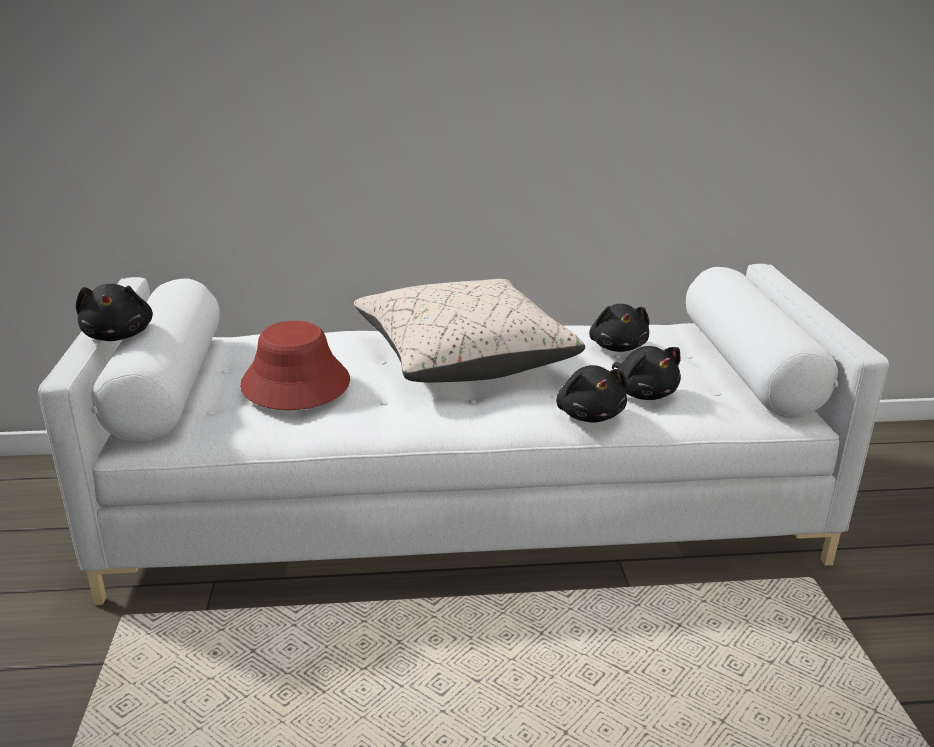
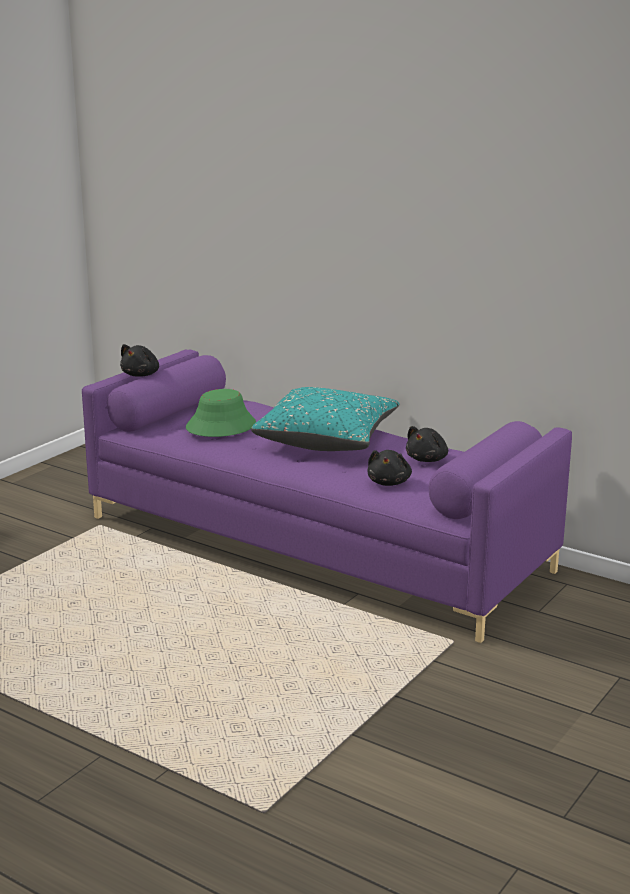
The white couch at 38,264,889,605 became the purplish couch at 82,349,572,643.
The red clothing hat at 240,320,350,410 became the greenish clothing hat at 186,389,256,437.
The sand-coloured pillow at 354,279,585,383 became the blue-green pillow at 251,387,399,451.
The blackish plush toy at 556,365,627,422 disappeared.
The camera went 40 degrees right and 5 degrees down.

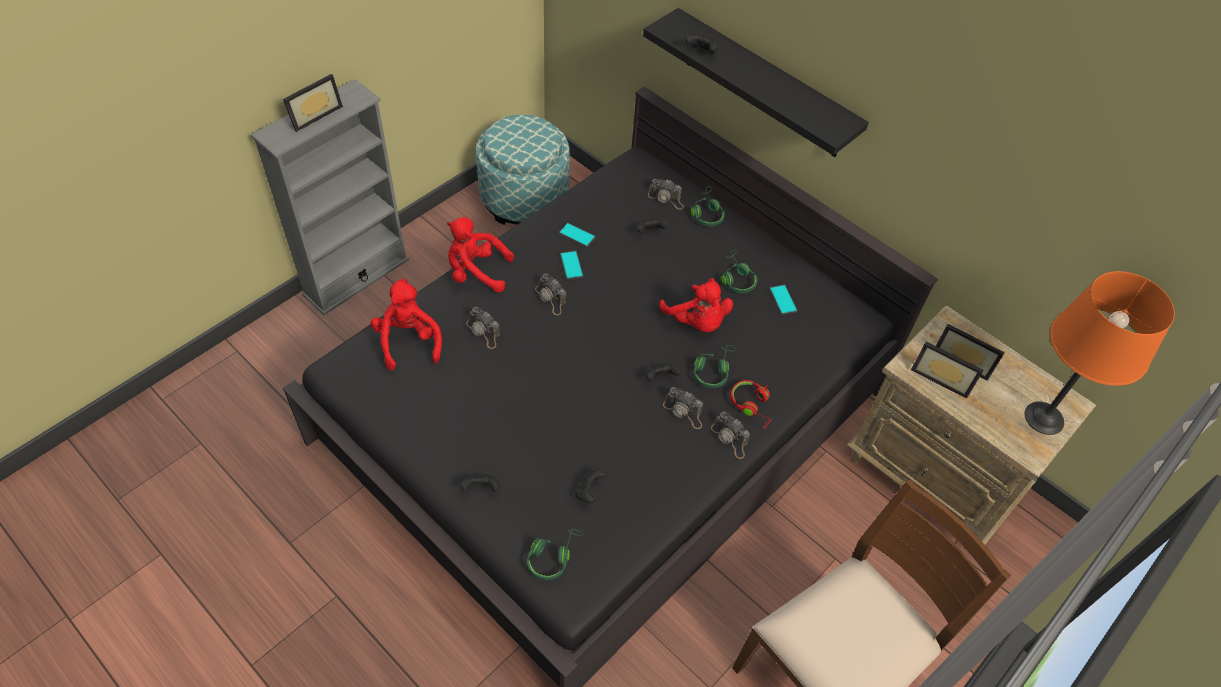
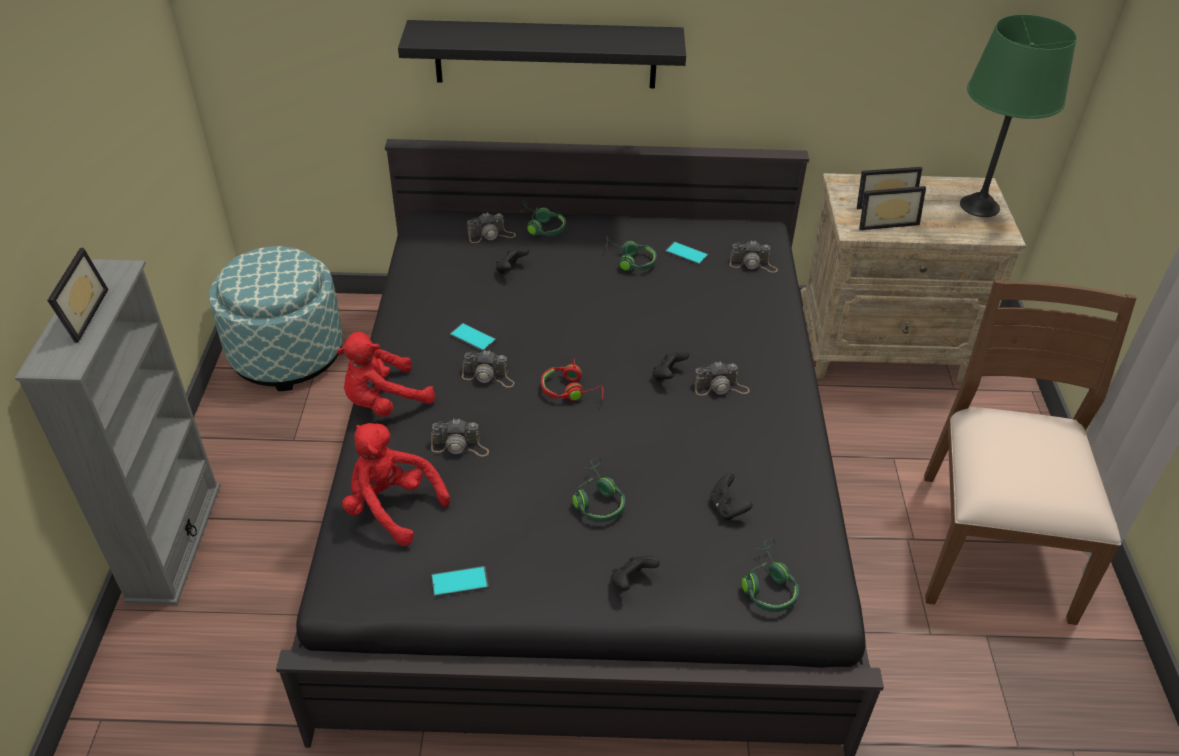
The handset moved from 559,223,596,247 to 431,566,489,597.
The red plush toy at 659,278,733,332 disappeared.
The blackish gamepad at 685,35,718,54 disappeared.
The greenish pair of headphones moved from 694,345,736,388 to 572,457,625,522.
The still camera moved from 711,411,750,459 to 730,241,778,273.
The red pair of headphones moved from 730,380,772,429 to 541,359,604,401.
The orange-coloured lamp for a table at 1025,271,1175,435 became the greenish lamp for a table at 960,14,1077,217.
The camera went 40 degrees left and 10 degrees down.

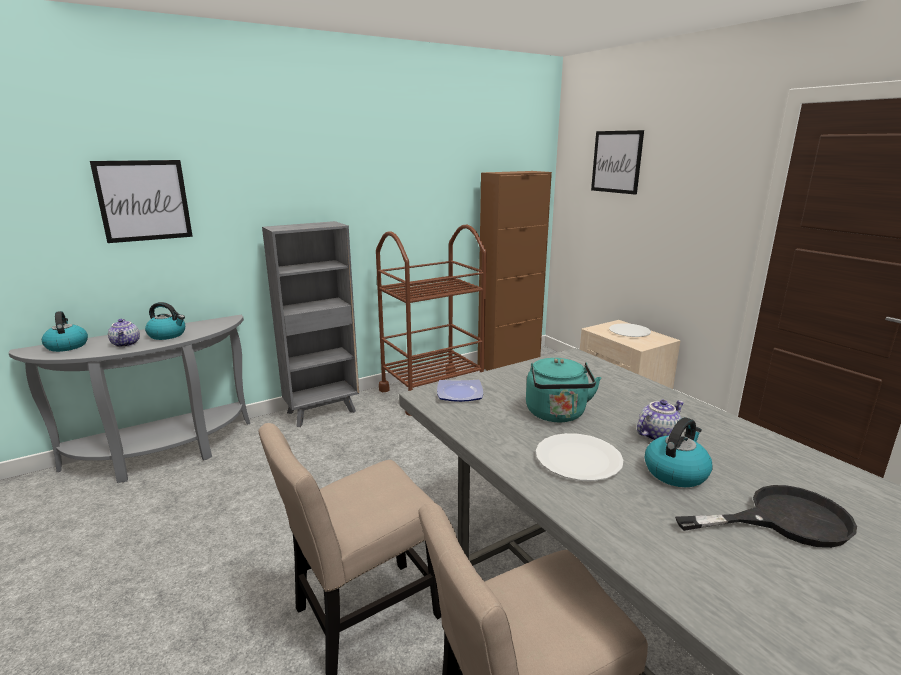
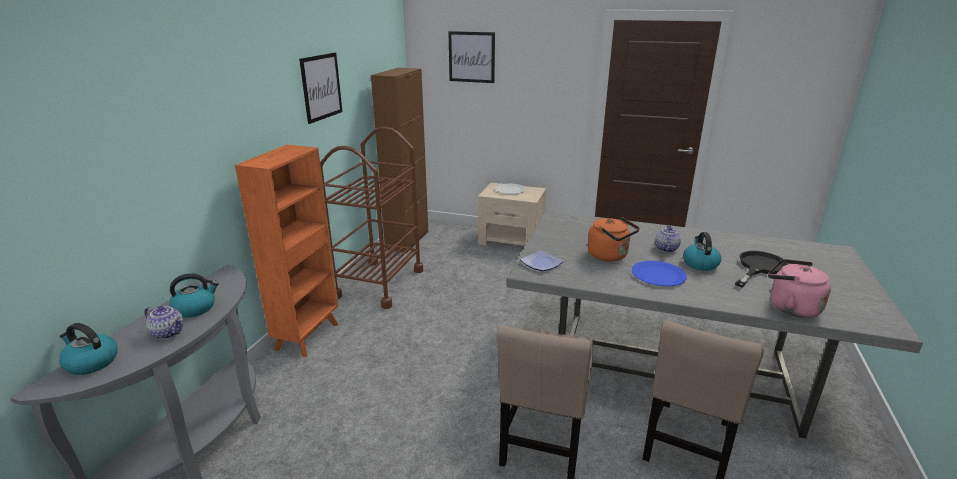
The wall art moved from 90,160,193,243 to 299,53,342,124.
The greyish bookshelf at 262,221,359,427 became the orange-coloured bookshelf at 235,145,339,357.
The blue-green kettle at 526,358,601,422 became the orange-coloured kettle at 587,217,640,261.
The white flat dish at 536,433,623,481 became the blue flat dish at 632,261,687,286.
The pink-coloured kettle at 768,259,831,318 appeared.
The camera went 40 degrees left and 5 degrees up.

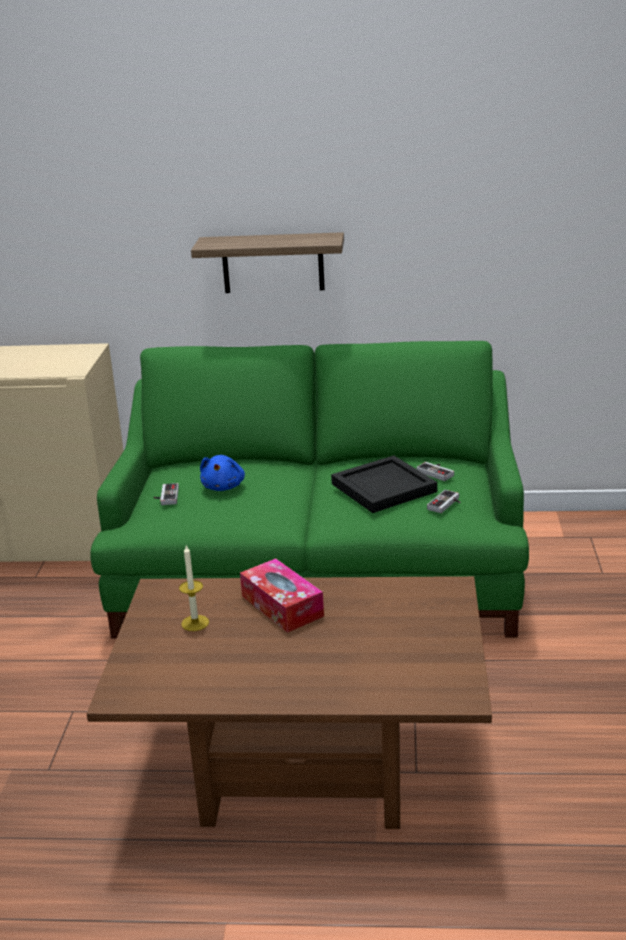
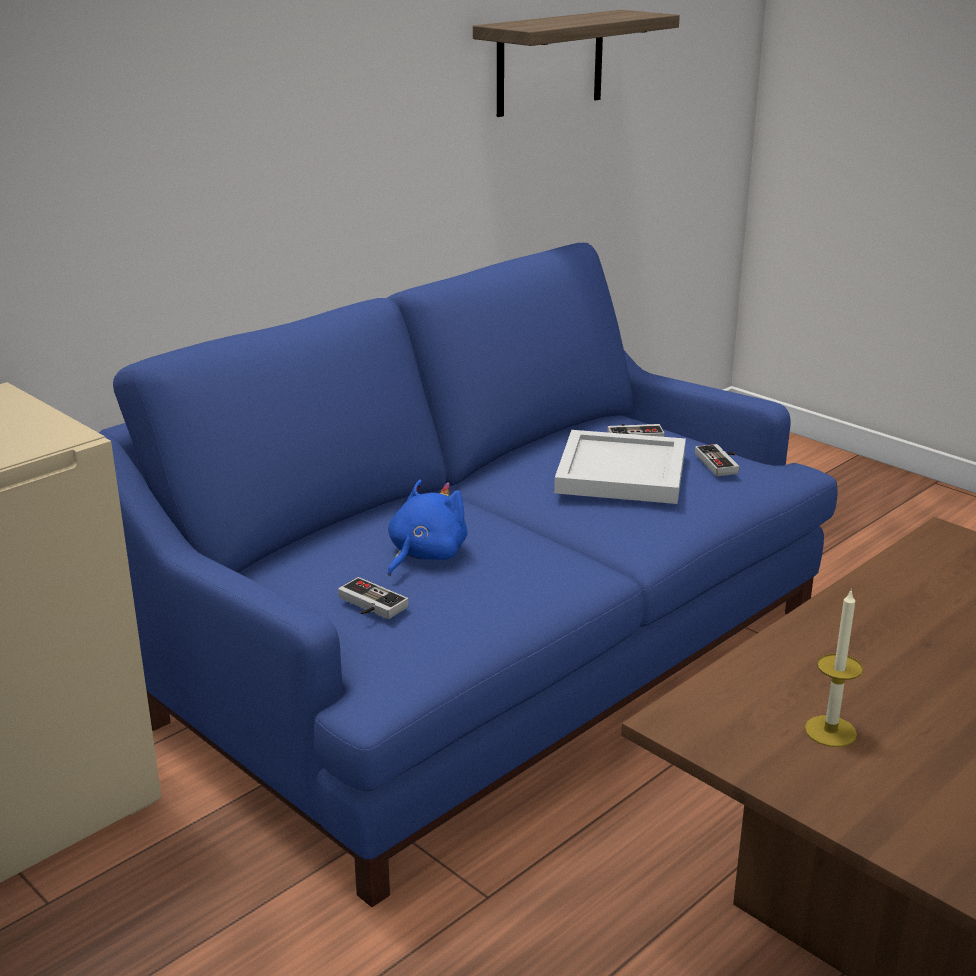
The greenish couch at 90,341,529,639 became the blue couch at 98,243,838,907.
The wall shelf moved from 191,232,344,293 to 473,10,680,117.
The blue plush toy at 200,455,245,491 turned 105 degrees counterclockwise.
The tissue box at 240,559,324,633 disappeared.
The blackish carrying tray at 331,456,437,513 became the white carrying tray at 554,430,686,504.
The camera went 50 degrees left and 0 degrees up.

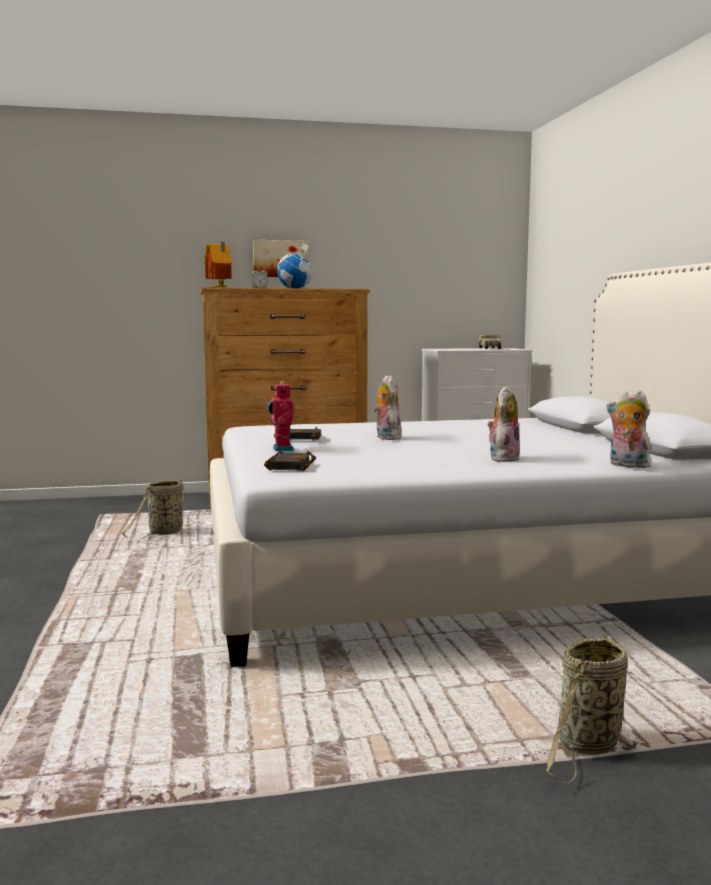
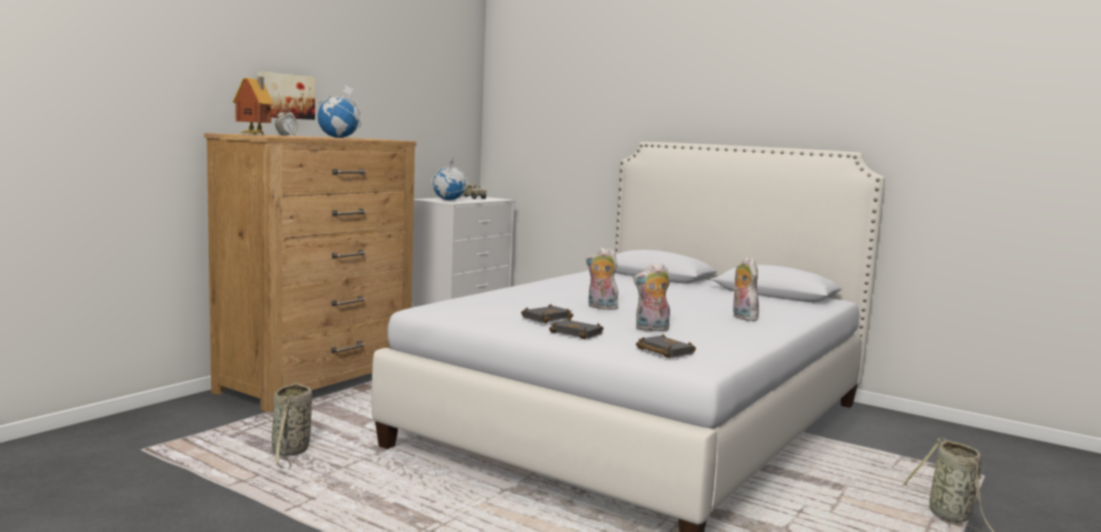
The toy robot at 267,381,294,451 was replaced by the blackish bound book at 549,318,603,339.
The plush toy moved from 606,390,655,468 to 633,263,670,331.
The globe at 431,159,468,200 appeared.
The camera went 45 degrees left and 0 degrees up.

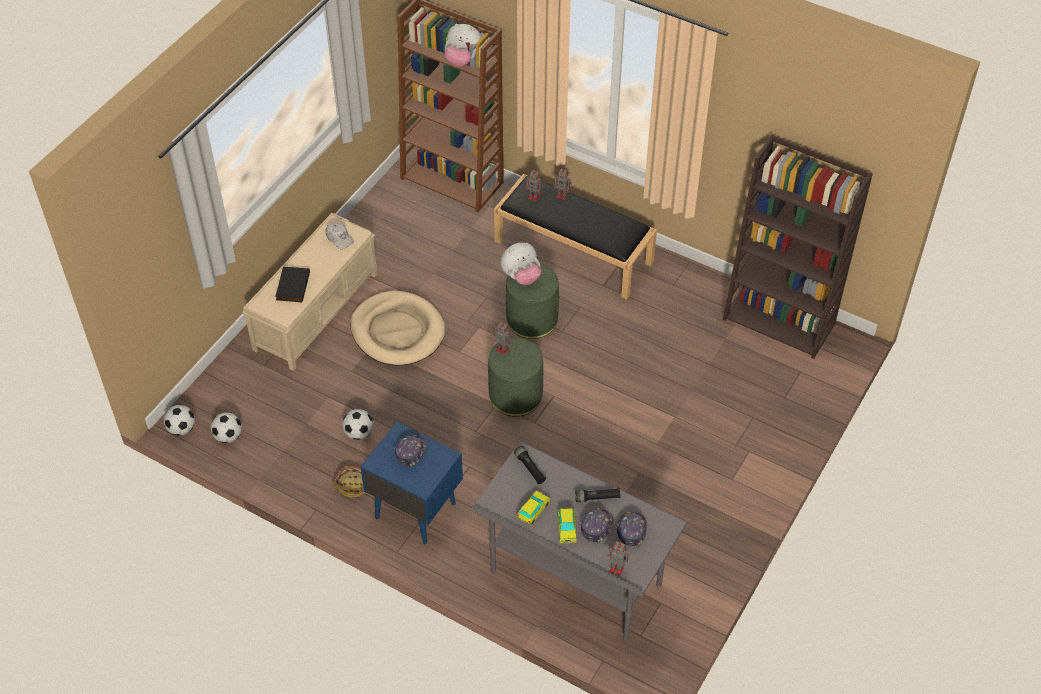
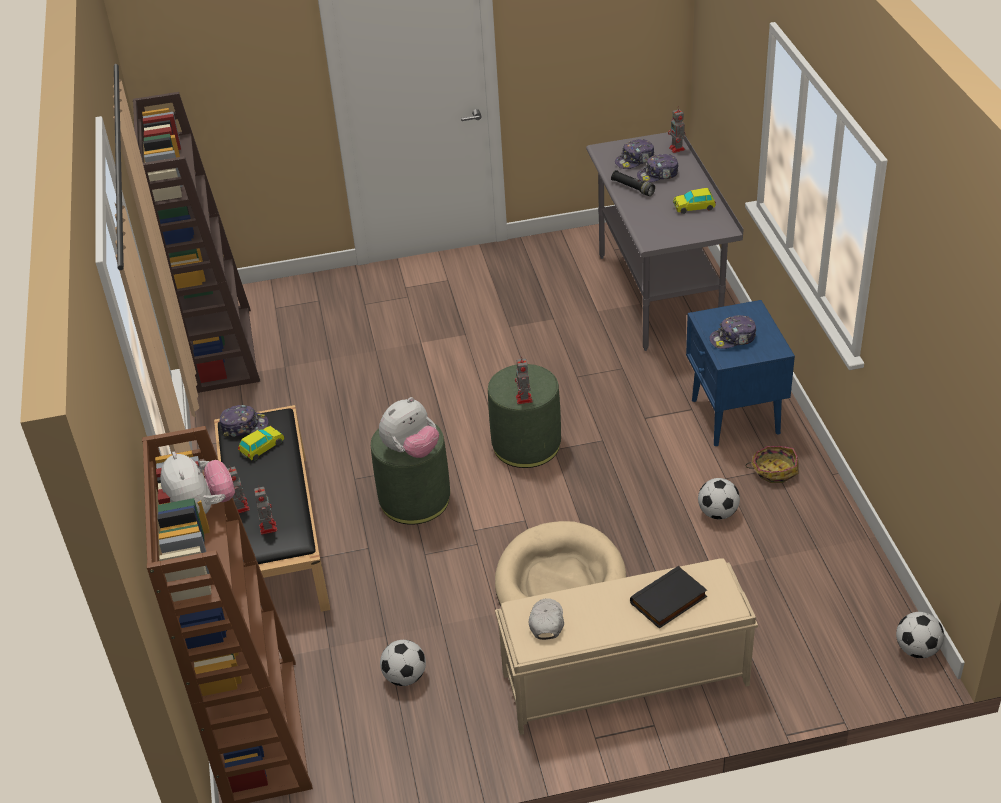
The football ball moved from 211,412,242,443 to 380,640,426,686.
The plush toy at 501,243,541,285 turned 120 degrees clockwise.
The blackish flashlight at 514,446,546,484 disappeared.
The toy car moved from 558,508,577,543 to 238,426,284,461.
The baseball cap at 219,405,268,437 appeared.
The camera went 130 degrees left and 10 degrees down.

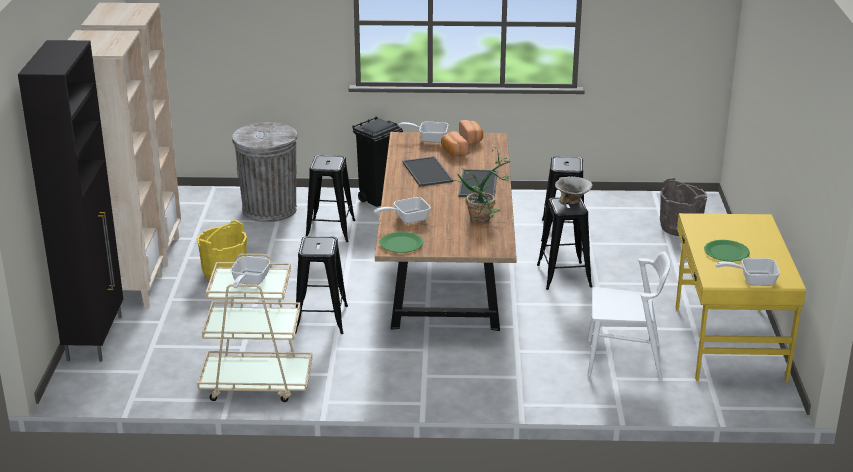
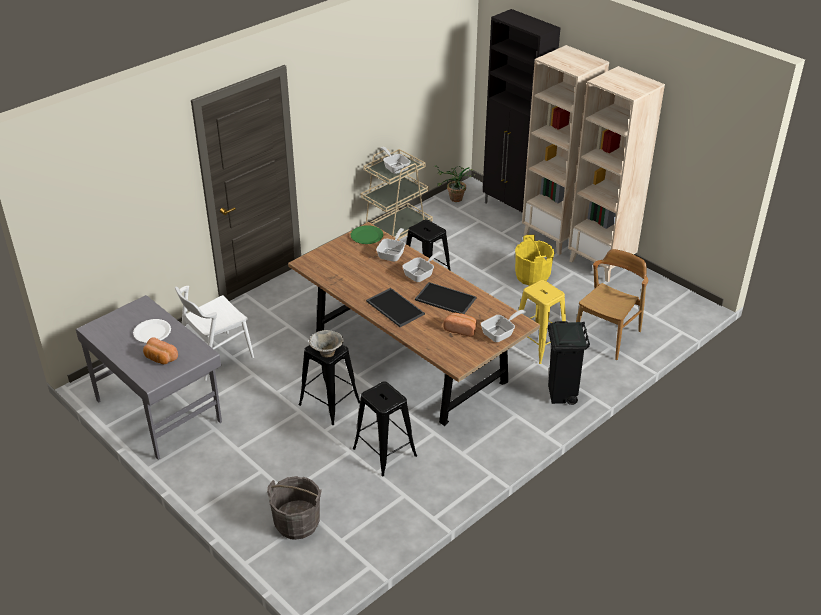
The greyish trash can at 232,122,298,222 was replaced by the brown upright chair at 576,249,648,360.
The blackish stool seat at 306,155,355,242 became the yellowish stool seat at 518,280,566,364.
The houseplant moved from 453,147,510,224 to 434,166,475,202.
The bread moved from 459,120,483,145 to 143,337,178,364.
The yellowish desk unit at 676,213,806,382 became the greyish desk unit at 76,295,222,460.
The greenish flat dish at 704,240,750,262 became the white flat dish at 133,319,171,343.
The pan moved from 715,258,780,286 to 402,251,443,282.
The camera went 135 degrees right and 10 degrees up.

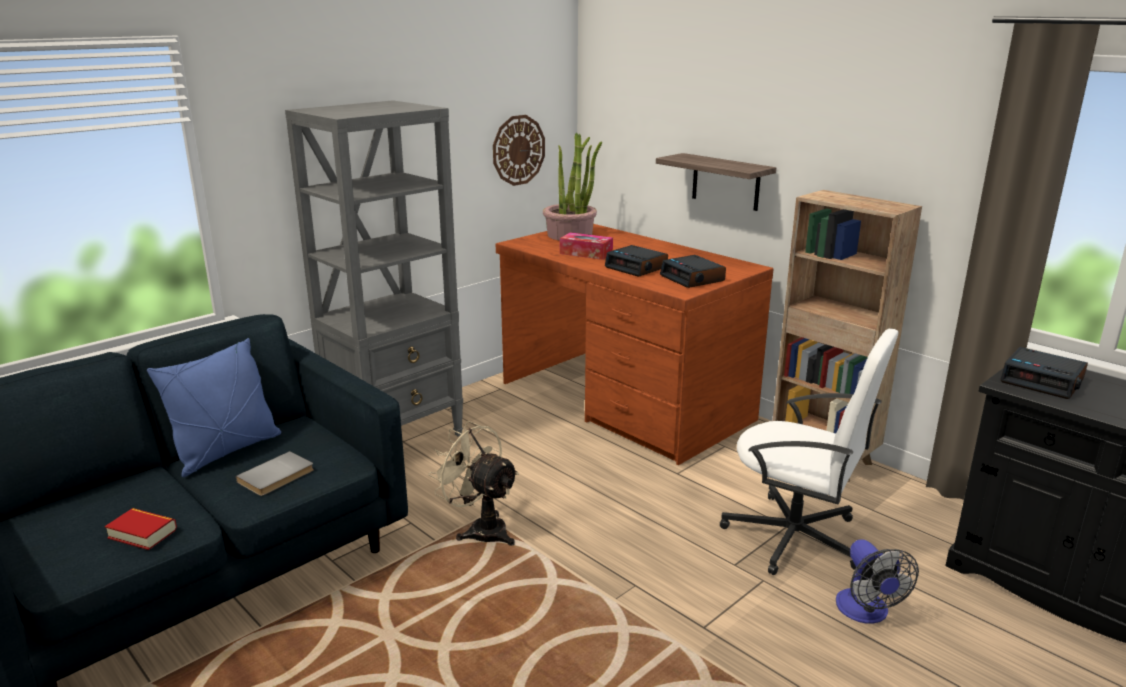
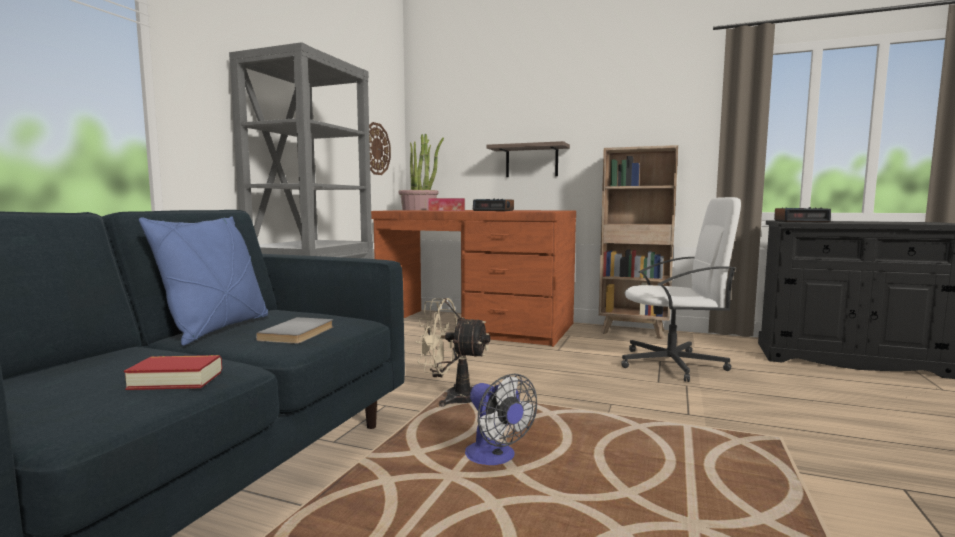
The table clock at 660,255,726,288 disappeared.
The fan moved from 836,539,919,624 to 465,374,537,465.
The camera went 25 degrees left and 15 degrees down.

